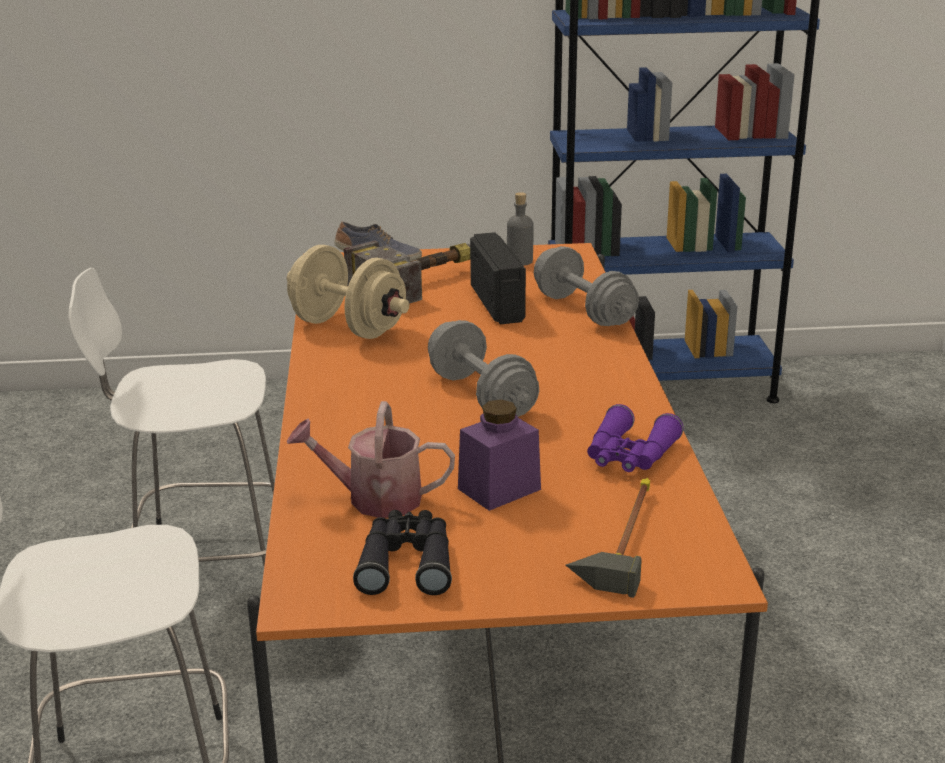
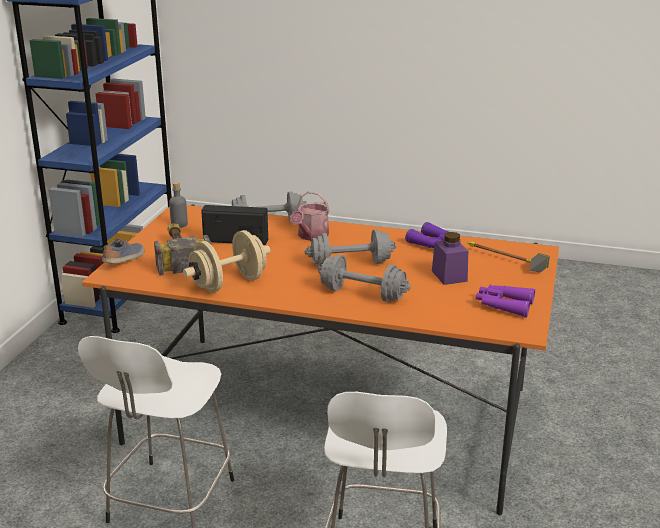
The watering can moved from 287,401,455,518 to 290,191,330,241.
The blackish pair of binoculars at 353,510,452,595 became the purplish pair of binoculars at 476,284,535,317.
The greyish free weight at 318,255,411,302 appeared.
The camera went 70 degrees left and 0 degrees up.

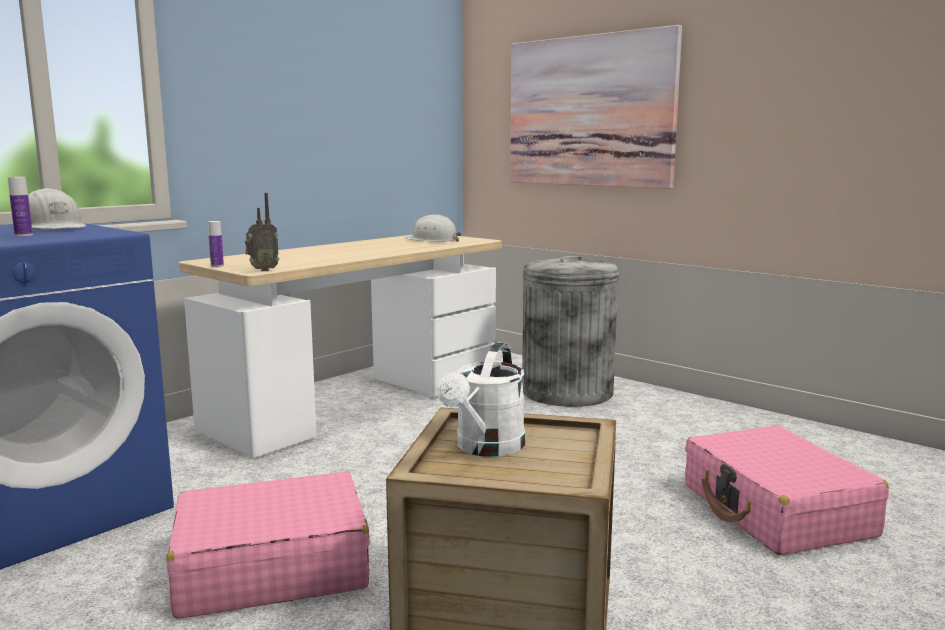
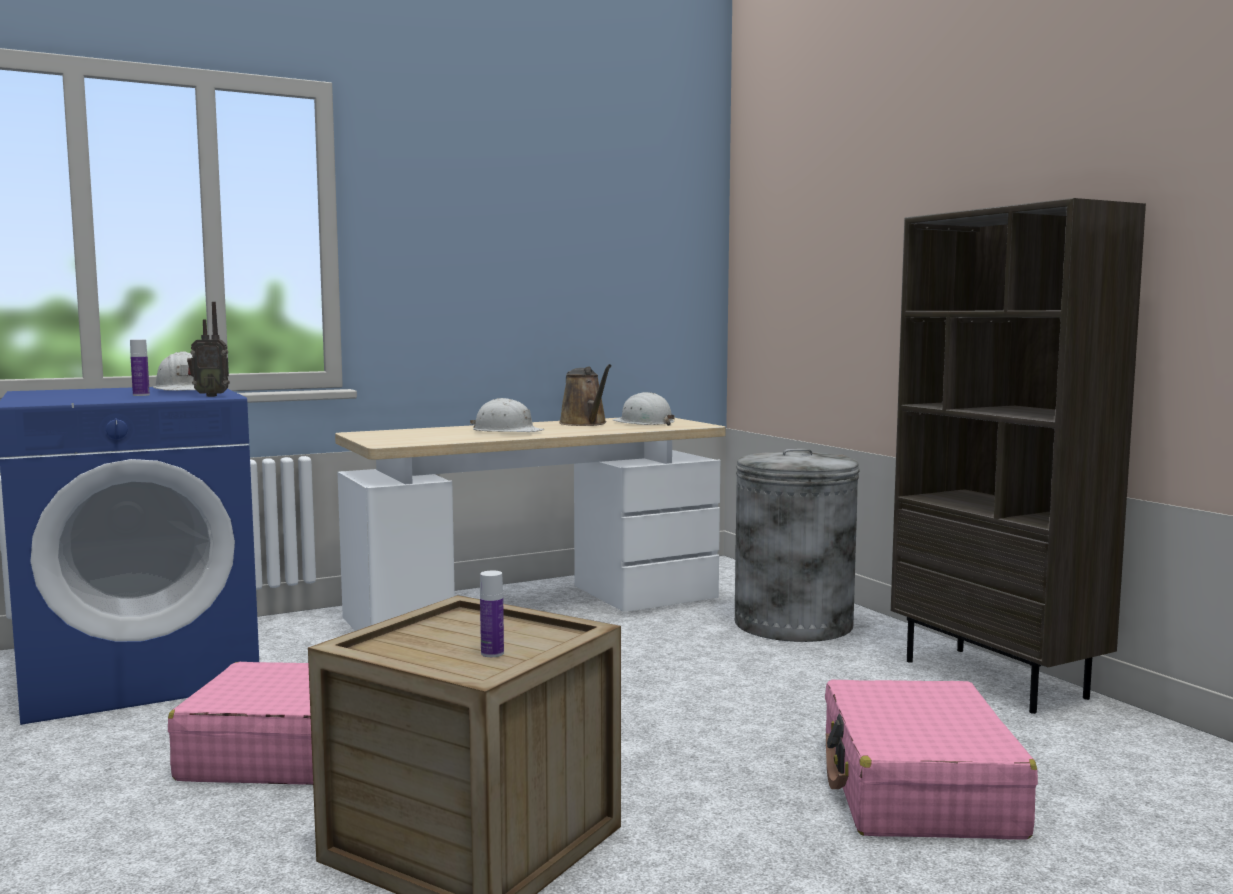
The drink bottle moved from 208,221,224,267 to 480,570,504,657.
The radio moved from 245,193,279,271 to 187,302,230,397.
The white watering can at 437,343,525,456 disappeared.
The wall art at 510,25,682,189 disappeared.
The white safety helmet at 470,398,545,432 appeared.
The brown watering can at 559,364,612,426 appeared.
The brown bookshelf at 891,198,1146,714 appeared.
The camera went 20 degrees right and 5 degrees down.

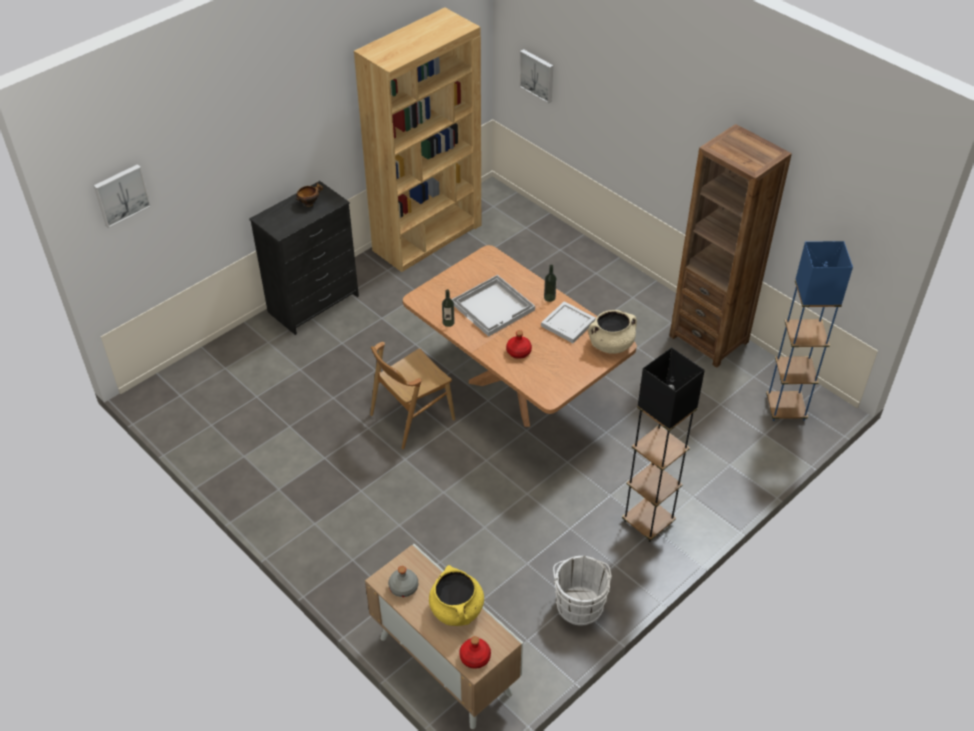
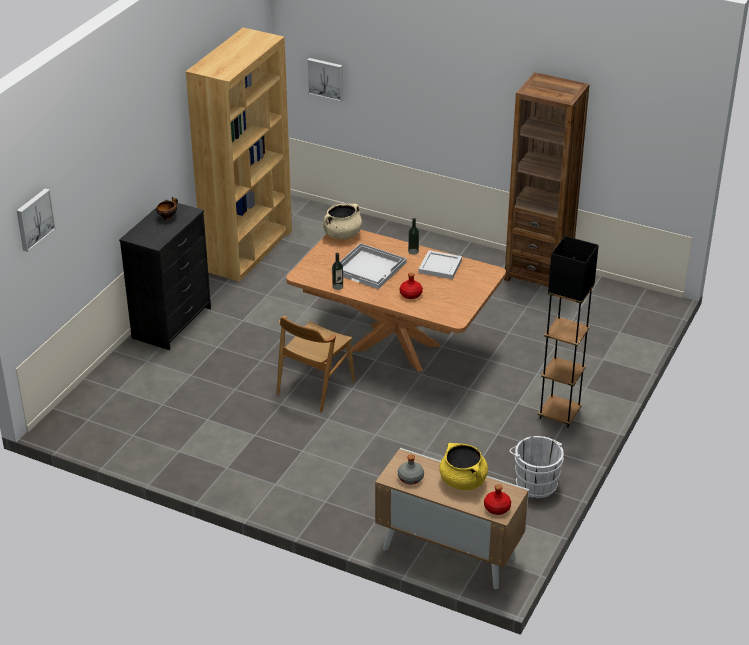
The sand-coloured stockpot moved from 588,310,637,354 to 323,204,362,239.
The blue standard lamp at 766,241,853,421 disappeared.
The camera went 20 degrees left and 10 degrees down.

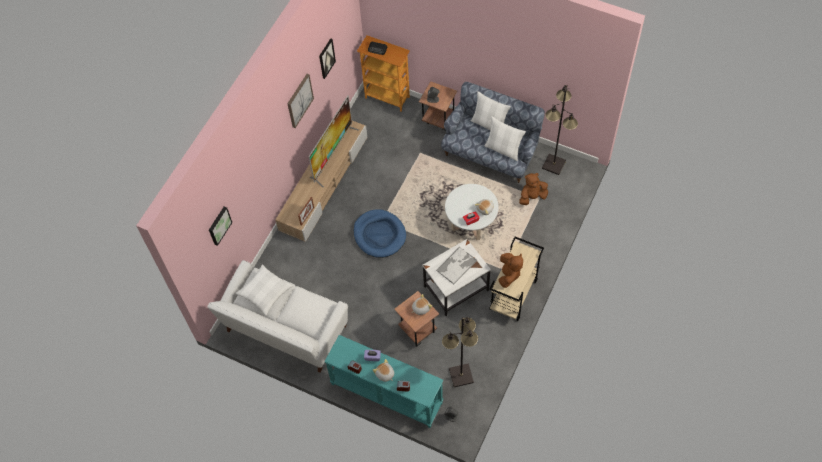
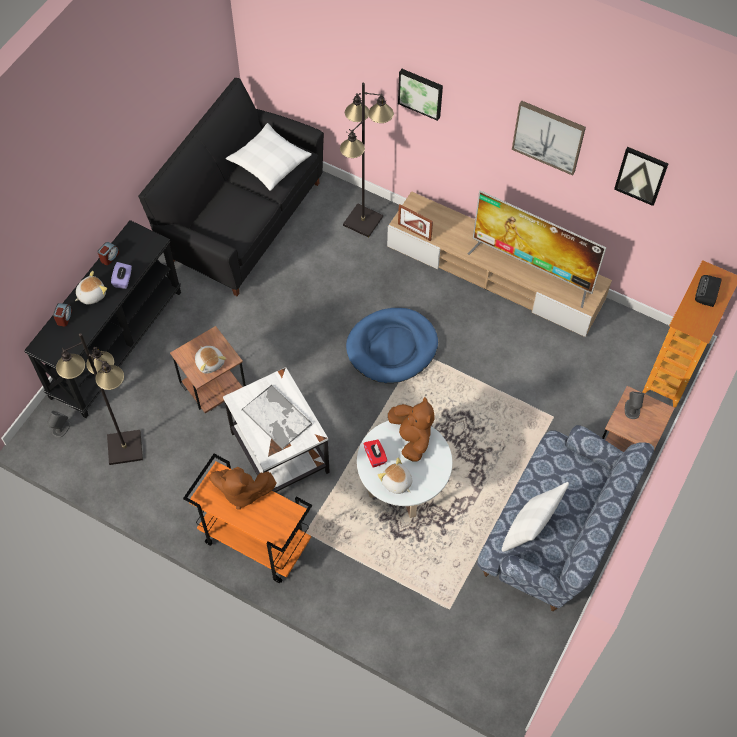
The white couch at 207,260,348,373 became the blackish couch at 138,78,324,296.
The wall art moved from 209,207,232,246 to 398,69,443,121.
The blue-green console table at 324,335,444,428 became the blackish console table at 24,220,181,418.
The white pillow at 471,91,511,130 disappeared.
The sand-coloured wheeled cart at 489,237,544,321 became the orange-coloured wheeled cart at 183,454,312,583.
The brown plush toy moved from 519,173,548,205 to 388,397,435,462.
The blackish standard lamp moved from 542,85,578,175 to 340,82,394,238.
The camera went 90 degrees right and 0 degrees up.

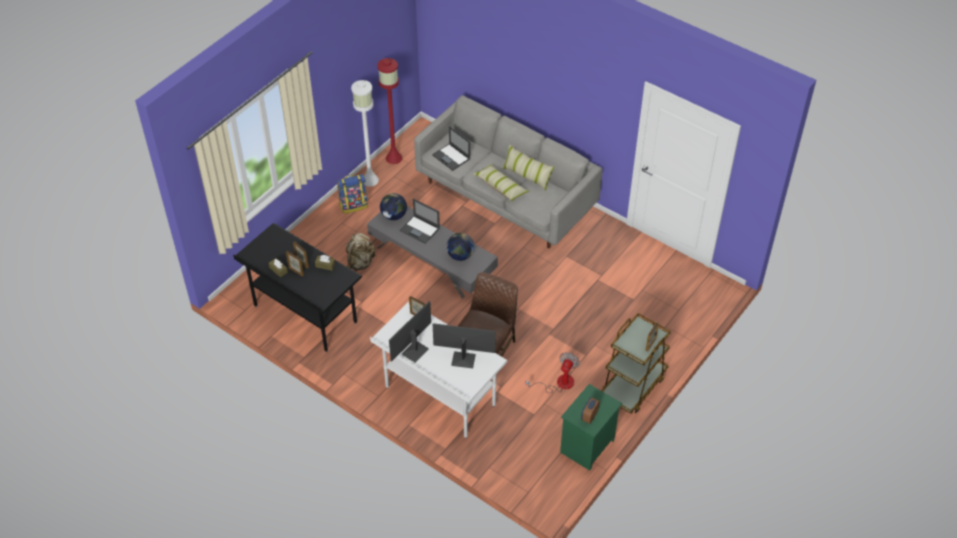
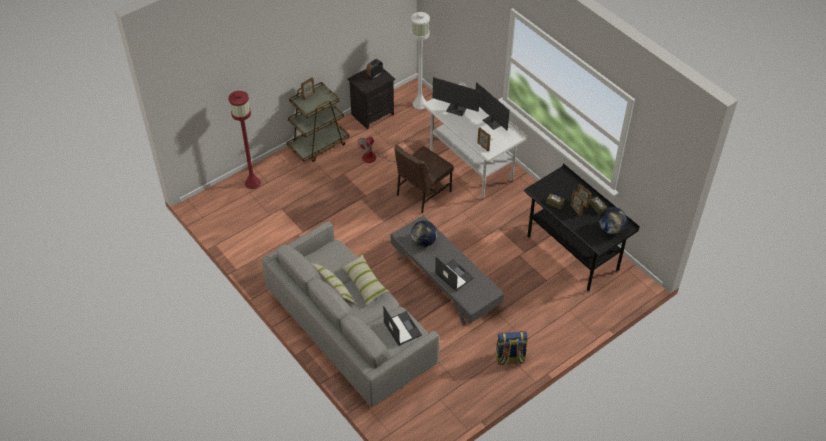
The sand-coloured backpack at 346,233,376,272 disappeared.
The white standard lamp moved from 351,80,379,186 to 411,12,430,109.
The red standard lamp moved from 377,58,402,164 to 228,91,261,189.
The globe moved from 380,193,407,220 to 599,207,627,235.
The computer screen at 389,301,431,363 turned 90 degrees clockwise.
The greenish nightstand at 560,384,622,471 became the blackish nightstand at 347,68,395,129.
The camera went 165 degrees left and 0 degrees up.

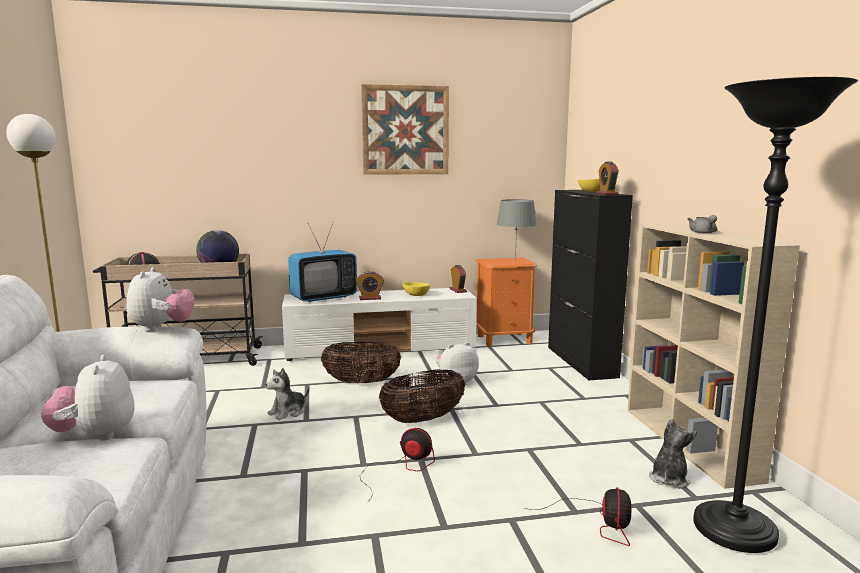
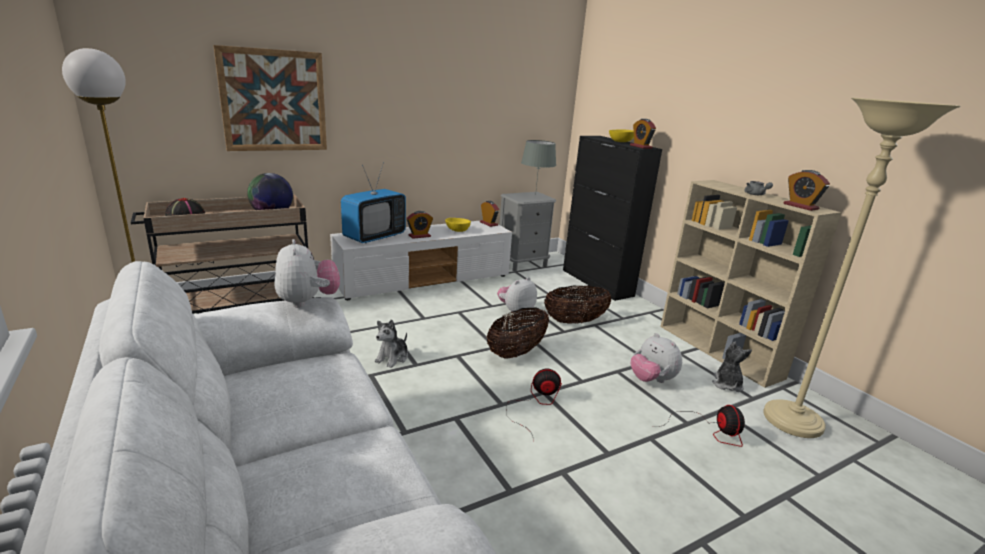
The plush toy moved from 41,355,135,441 to 631,333,682,383.
The basket moved from 321,342,401,383 to 544,285,611,324.
The wall art moved from 361,84,449,175 to 213,45,327,151.
The orange-coloured nightstand at 476,258,537,346 became the greyish nightstand at 499,192,556,272.
The blackish standard lamp at 693,77,858,553 became the sand-coloured standard lamp at 763,98,961,438.
The table clock at 784,170,830,211 appeared.
The camera went 20 degrees left and 10 degrees up.

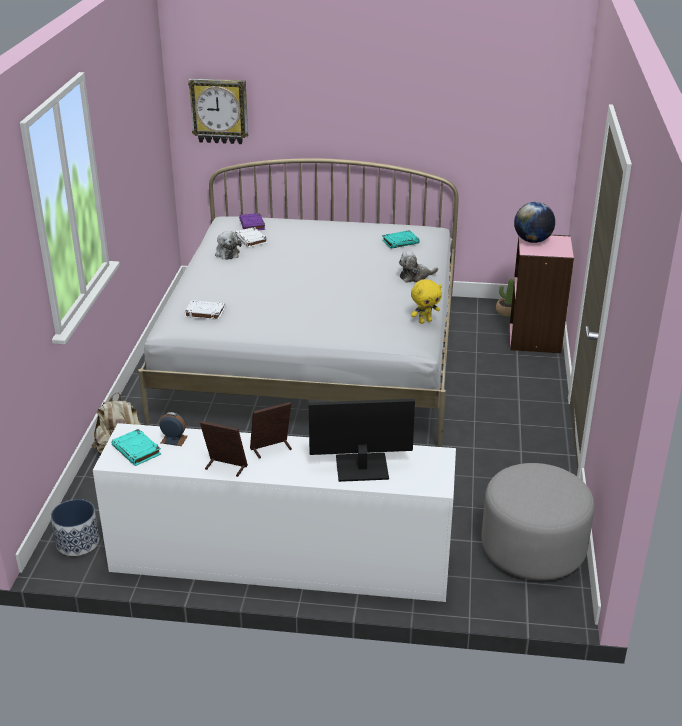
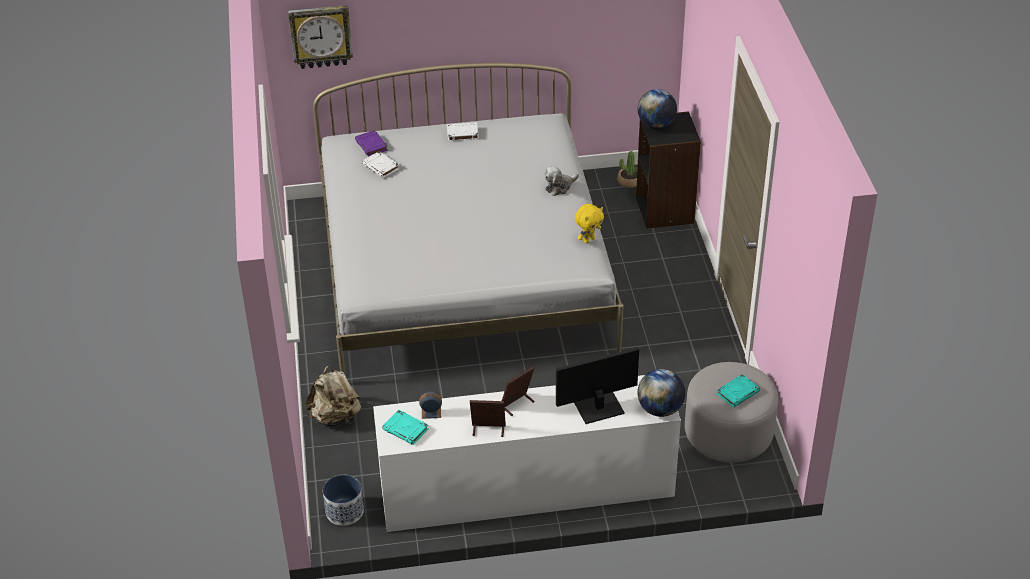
The white bound book moved from 184,300,225,320 to 447,122,479,141.
The plush toy at 215,231,242,260 disappeared.
The blue-green bound book moved from 382,230,419,248 to 717,374,760,408.
The pink-coloured bookshelf at 510,235,574,353 became the blackish bookshelf at 636,111,701,229.
The globe at 637,369,685,417 appeared.
The camera went 15 degrees left and 10 degrees up.

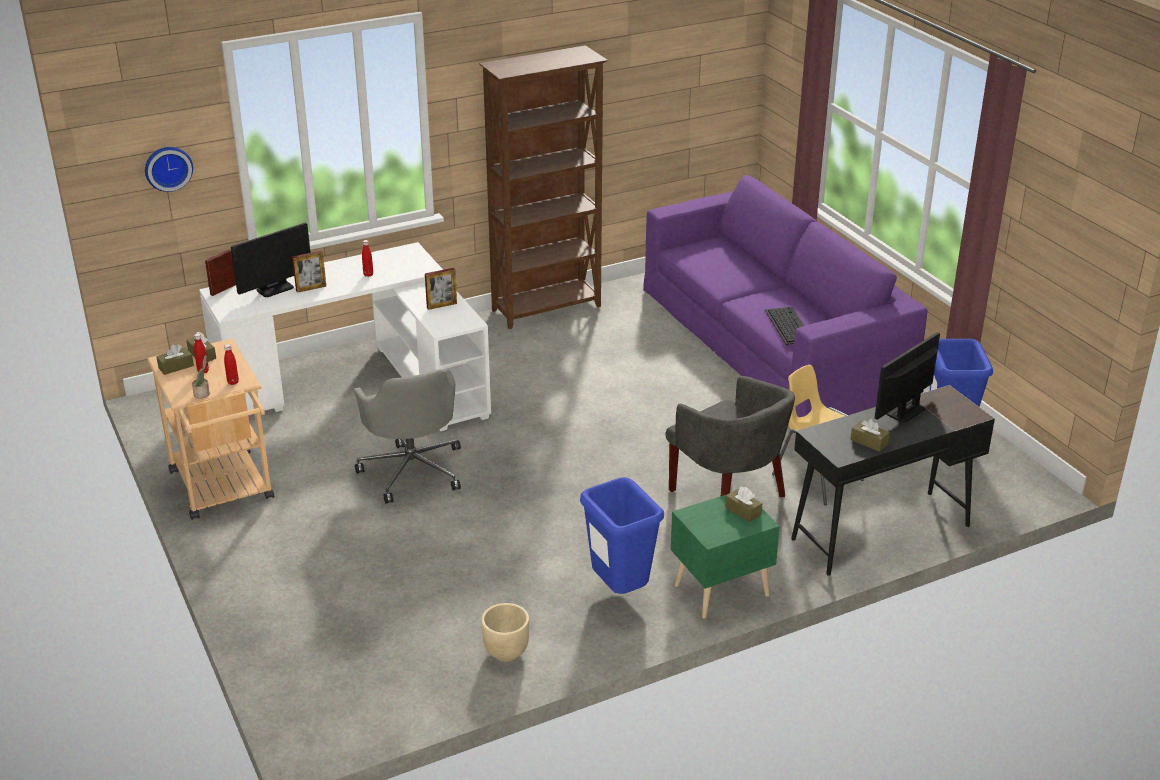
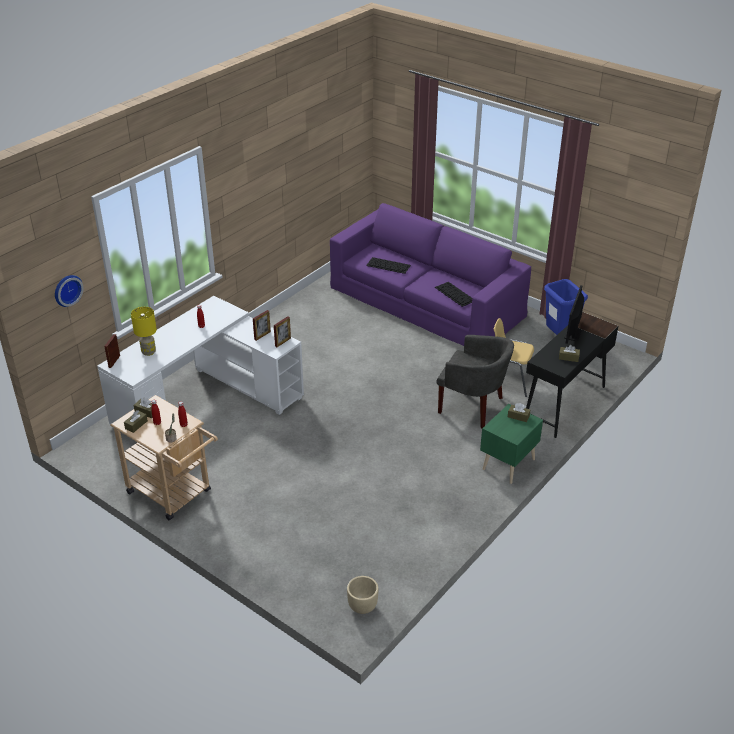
The computer screen at 231,223,311,297 was replaced by the yellowish lamp for a table at 131,307,157,356.
The photo frame moved from 292,251,326,293 to 274,316,291,347.
The greyish office chair at 353,370,461,503 disappeared.
The brown bookshelf at 479,45,608,329 disappeared.
The sand-coloured flower pot moved from 481,603,529,662 to 347,576,378,614.
The blue trash can at 580,477,664,594 disappeared.
The keyboard at 366,257,411,274 appeared.
The camera went 25 degrees left and 5 degrees up.

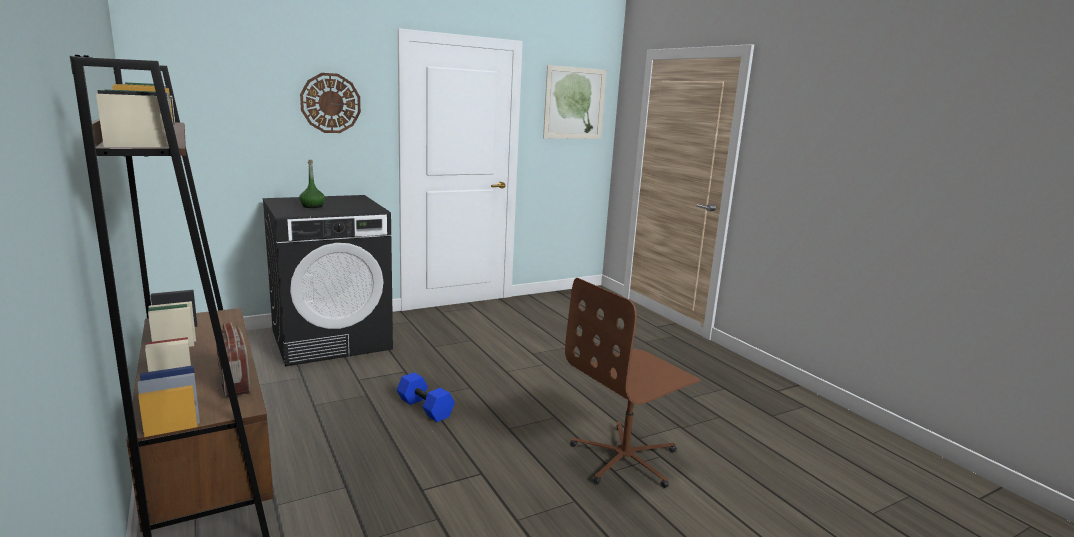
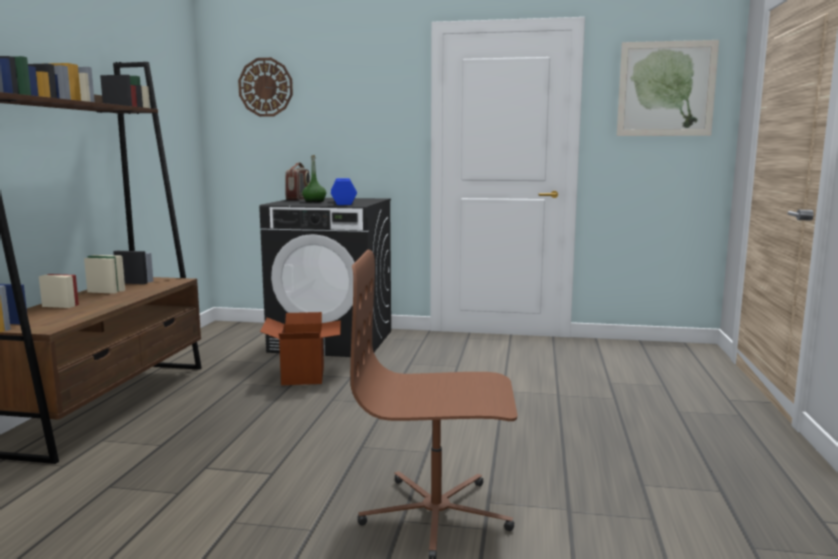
The radio moved from 216,322,250,397 to 285,162,310,200.
The hanging clock moved from 300,73,361,133 to 238,58,293,117.
The blue free weight moved from 397,372,455,422 to 331,178,357,205.
The cardboard box at 260,312,341,385 appeared.
The camera went 40 degrees right and 5 degrees down.

